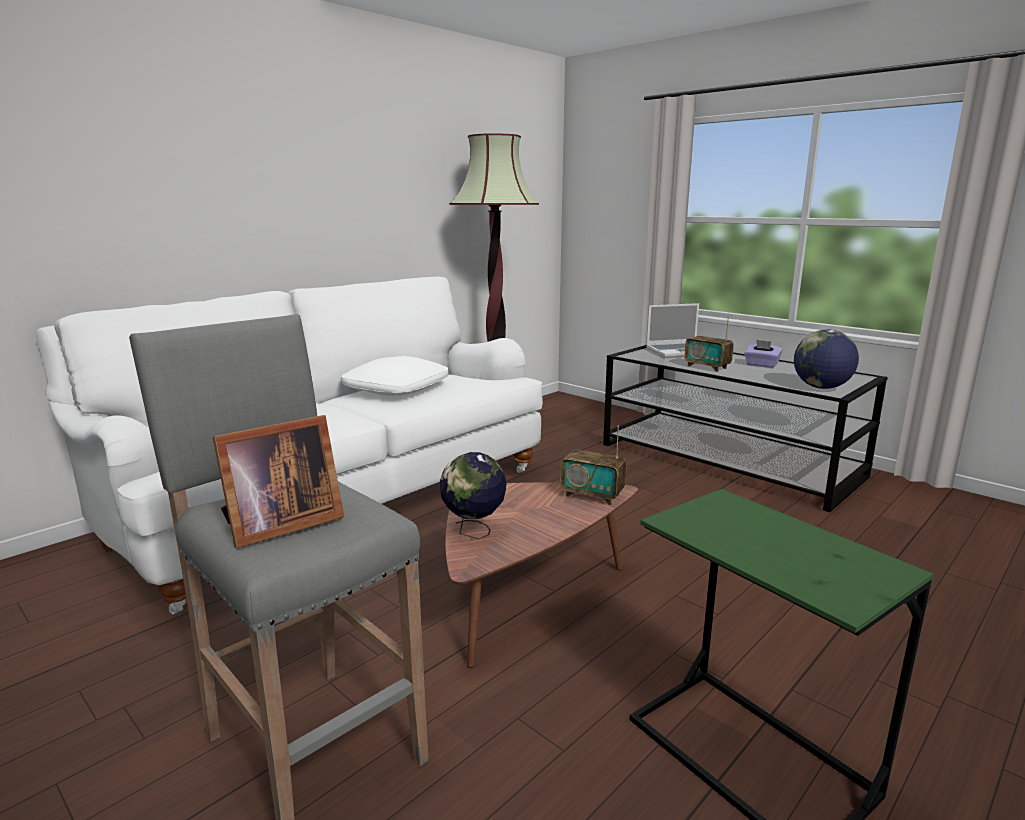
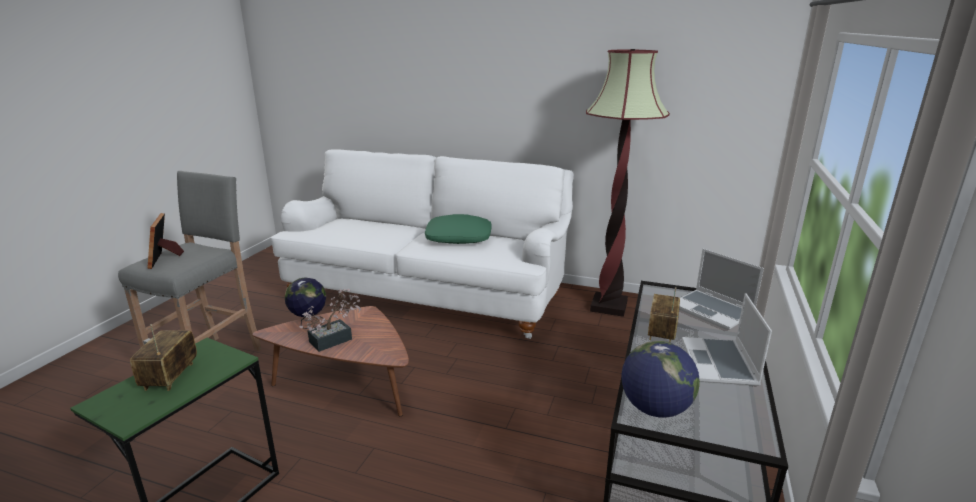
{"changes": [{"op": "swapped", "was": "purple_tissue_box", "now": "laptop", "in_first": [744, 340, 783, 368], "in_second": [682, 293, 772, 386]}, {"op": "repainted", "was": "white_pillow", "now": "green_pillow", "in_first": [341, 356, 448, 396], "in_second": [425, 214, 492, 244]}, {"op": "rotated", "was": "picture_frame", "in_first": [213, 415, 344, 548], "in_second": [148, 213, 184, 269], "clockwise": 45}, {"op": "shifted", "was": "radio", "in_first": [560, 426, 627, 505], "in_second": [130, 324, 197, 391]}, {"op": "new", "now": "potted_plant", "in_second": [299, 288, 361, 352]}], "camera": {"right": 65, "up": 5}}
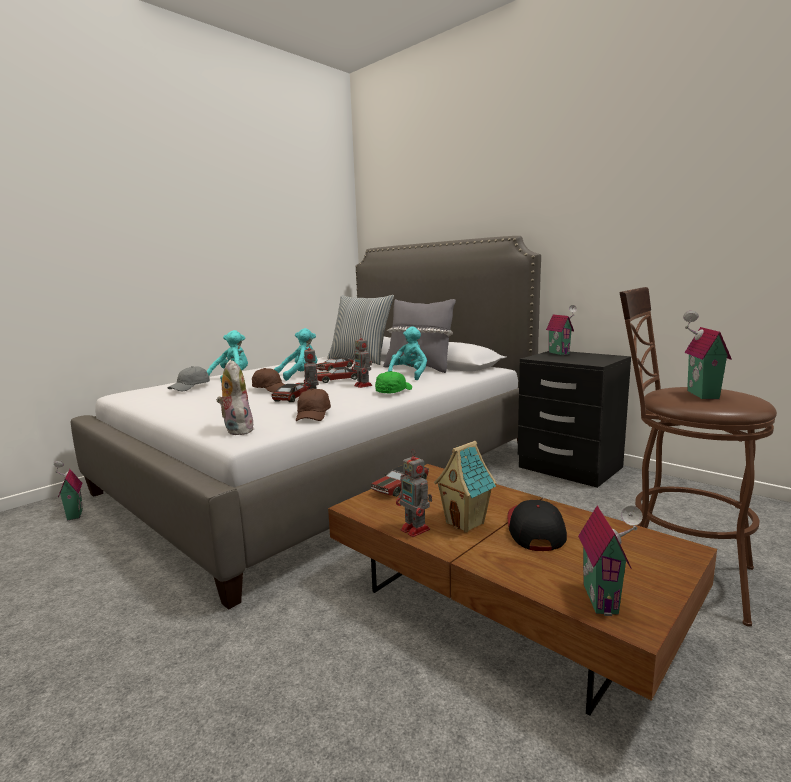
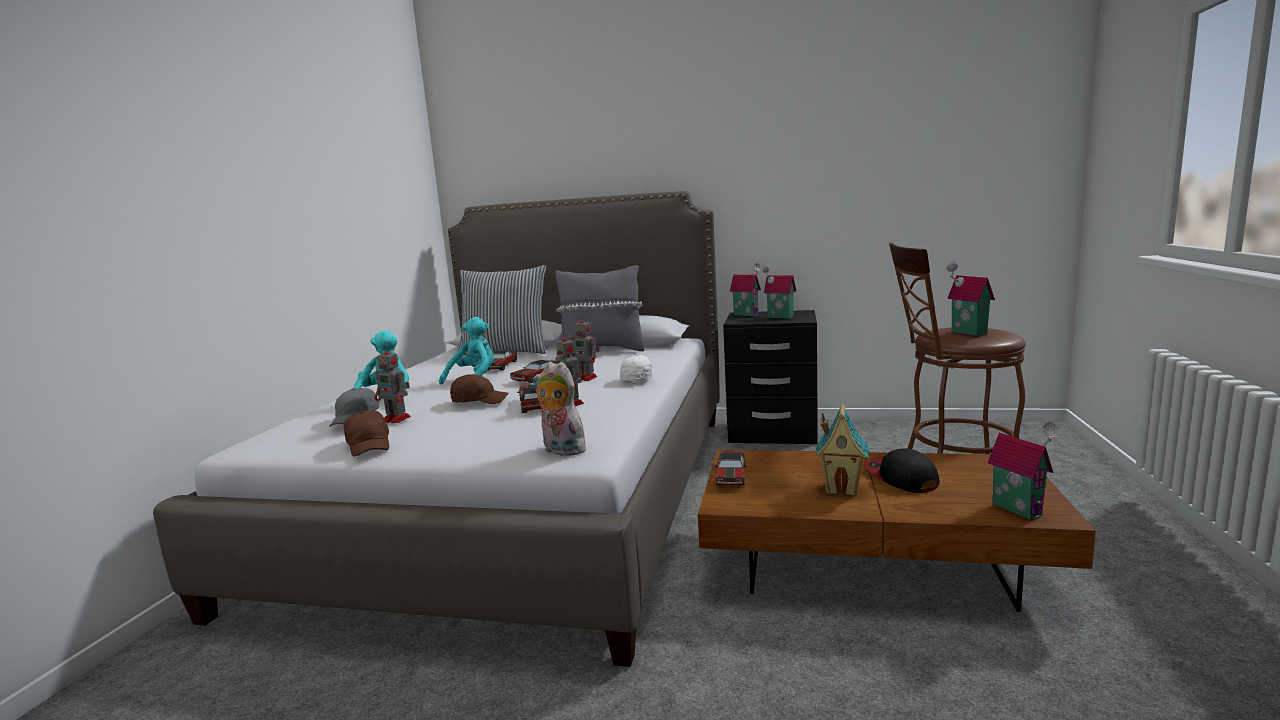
{"changes": [{"op": "gone", "was": "turquoise_plush_toy", "in_first": [388, 327, 427, 380]}, {"op": "repainted", "was": "green_cap", "now": "white_cap", "in_first": [375, 371, 412, 393], "in_second": [620, 355, 652, 381]}, {"op": "shifted", "was": "brown_cap", "in_first": [296, 389, 331, 421], "in_second": [344, 410, 389, 457]}, {"op": "shifted", "was": "toy_robot", "in_first": [396, 449, 432, 537], "in_second": [375, 345, 411, 423]}, {"op": "shifted", "was": "toy_house", "in_first": [54, 460, 83, 521], "in_second": [763, 265, 796, 319]}], "camera": {"right": -30, "up": 0}}
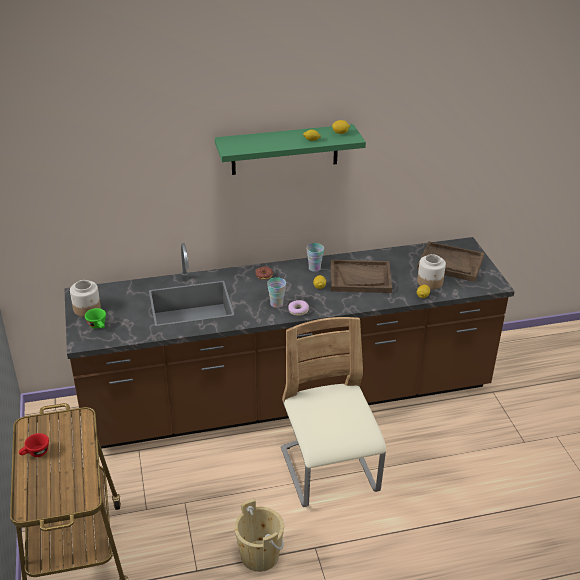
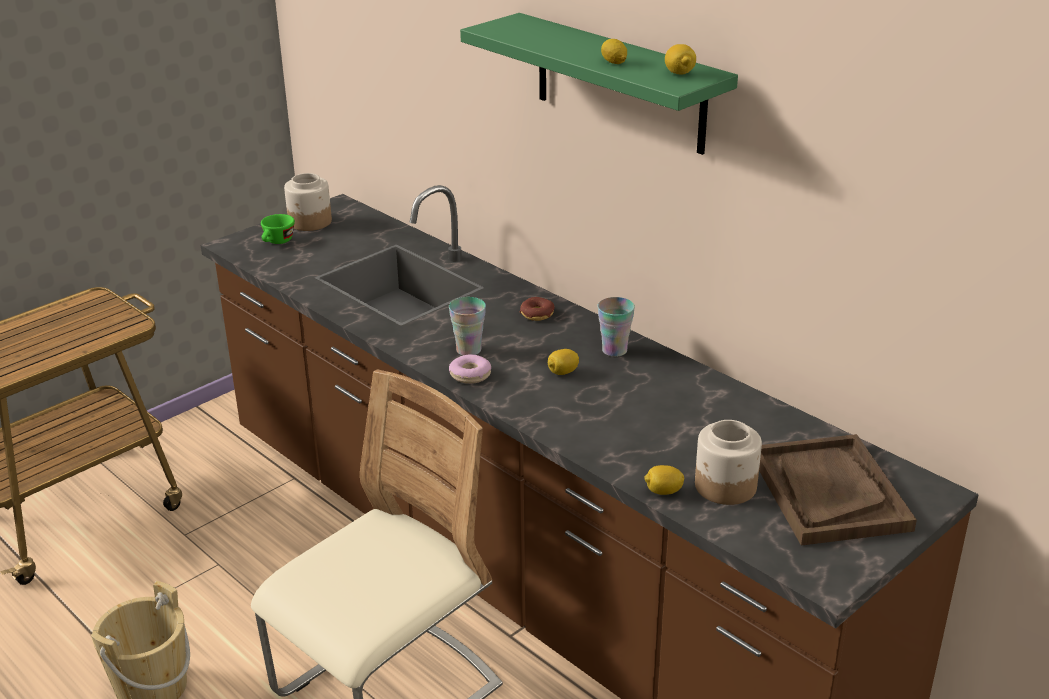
{"changes": [{"op": "gone", "was": "brown_tray", "in_first": [331, 260, 392, 293]}, {"op": "gone", "was": "red_cup", "in_first": [19, 433, 49, 457]}], "camera": {"right": 60, "up": -5}}
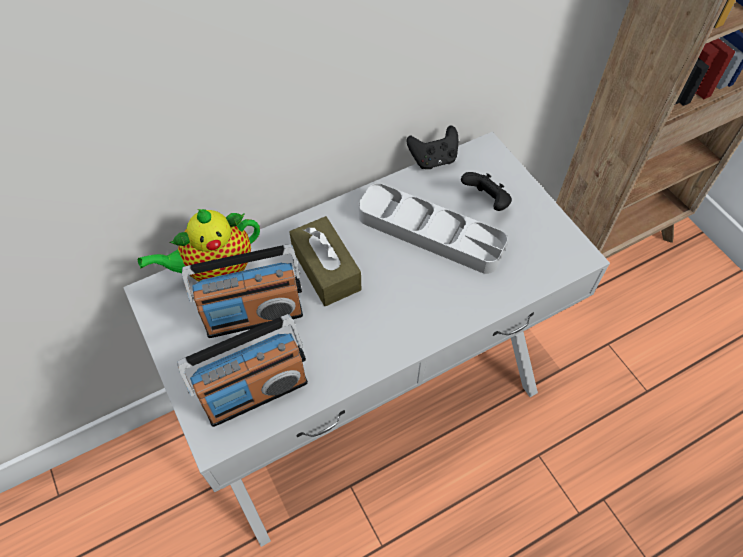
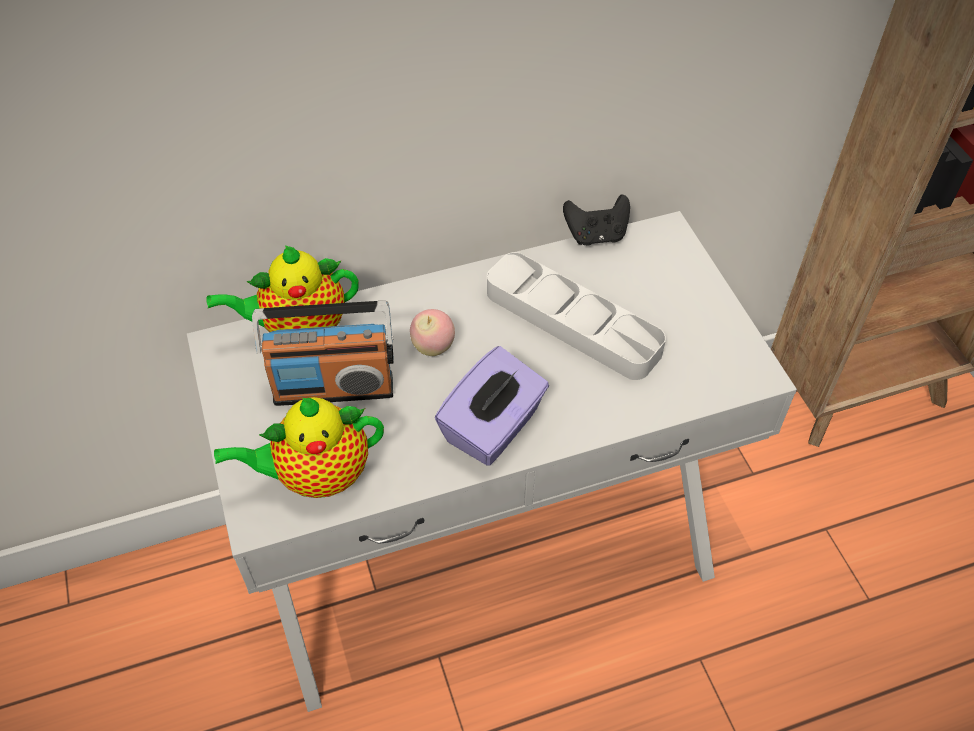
{"changes": [{"op": "gone", "was": "black_game_controller", "in_first": [461, 172, 512, 211]}, {"op": "swapped", "was": "brown_tissue_box", "now": "apple", "in_first": [289, 216, 361, 306], "in_second": [410, 309, 455, 356]}, {"op": "swapped", "was": "radio", "now": "teapot", "in_first": [177, 314, 308, 427], "in_second": [214, 397, 384, 498]}, {"op": "new", "now": "purple_tissue_box", "in_second": [435, 346, 549, 466]}], "camera": {"right": 10, "up": -5}}
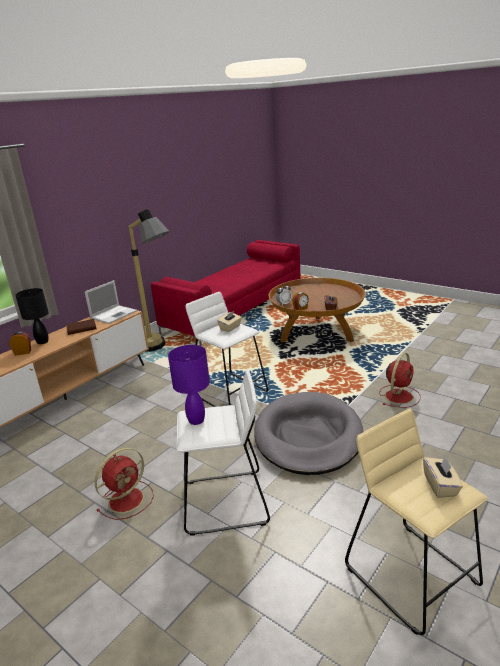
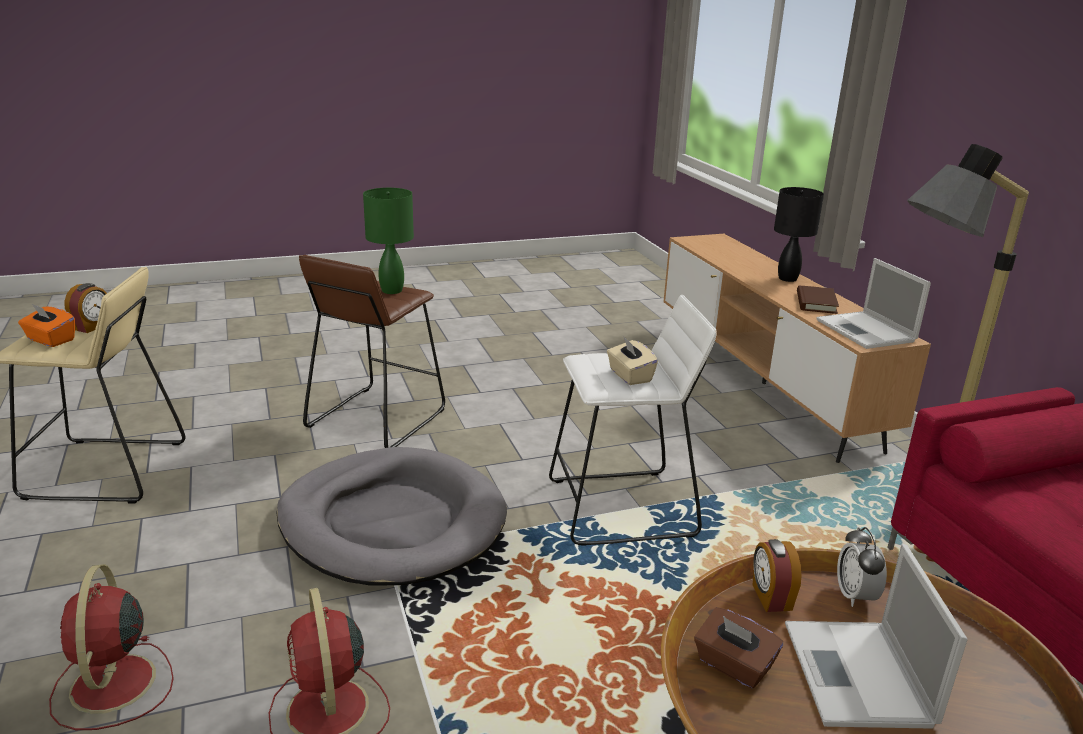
{"changes": [{"op": "shifted", "was": "alarm_clock", "in_first": [9, 331, 31, 356], "in_second": [64, 283, 107, 333]}, {"op": "repainted", "was": "purple_table_lamp", "now": "green_table_lamp", "in_first": [168, 345, 210, 425], "in_second": [363, 188, 414, 294]}, {"op": "repainted", "was": "white_stool", "now": "brown_stool", "in_first": [176, 369, 270, 535], "in_second": [299, 255, 445, 448]}, {"op": "shifted", "was": "red_fan", "in_first": [95, 448, 154, 520], "in_second": [49, 564, 174, 730]}, {"op": "repainted", "was": "beige_tissue_box", "now": "orange_tissue_box", "in_first": [423, 456, 463, 498], "in_second": [18, 304, 75, 347]}, {"op": "new", "now": "laptop", "in_second": [785, 544, 968, 729]}], "camera": {"right": 120, "up": 0}}
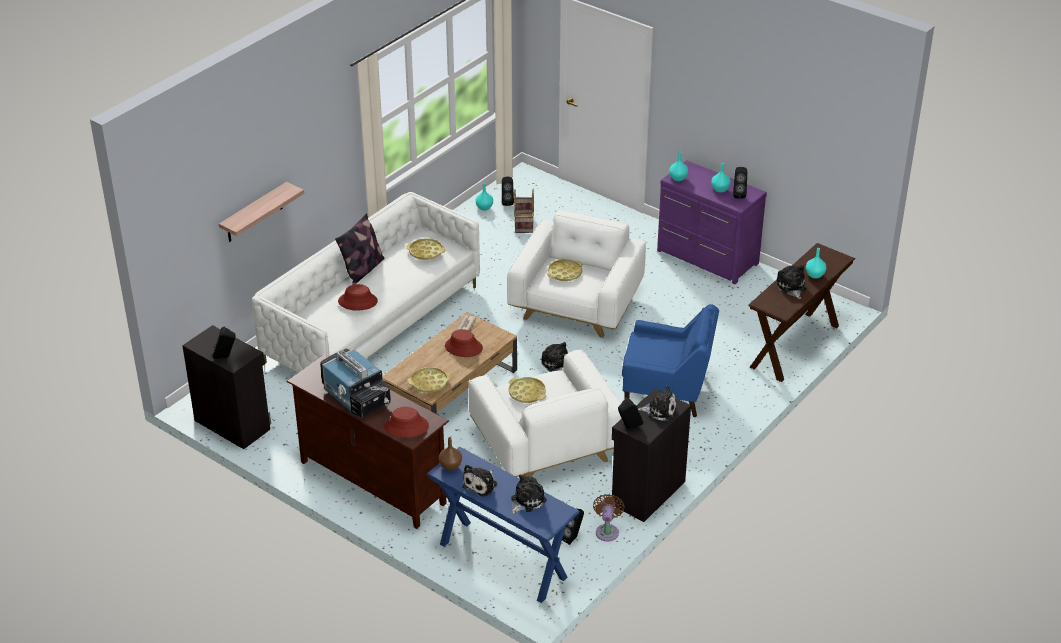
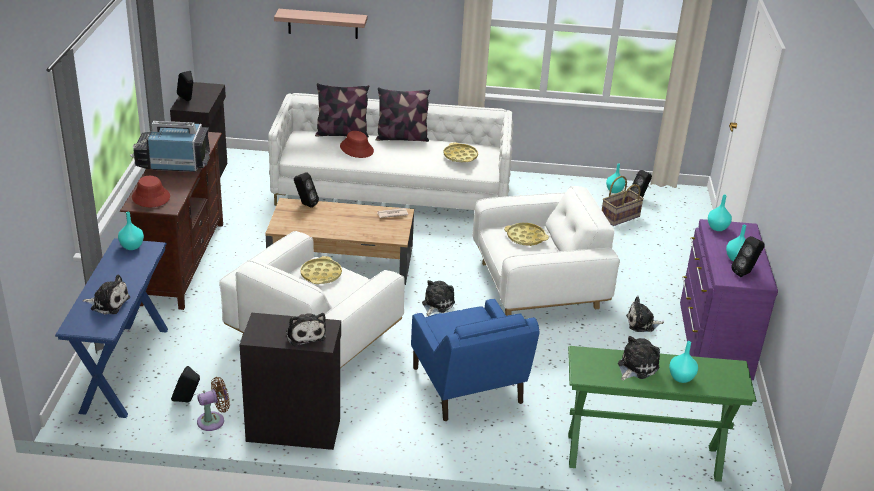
{"changes": [{"op": "repainted", "was": "brown_console_table", "now": "green_console_table", "in_first": [748, 243, 855, 382], "in_second": [568, 346, 757, 482]}, {"op": "gone", "was": "red_hat", "in_first": [445, 329, 483, 357]}, {"op": "rotated", "was": "television", "in_first": [320, 348, 391, 417], "in_second": [130, 121, 210, 172], "clockwise": 75}, {"op": "gone", "was": "yellow_tray", "in_first": [407, 367, 451, 393]}, {"op": "shifted", "was": "black_speaker", "in_first": [618, 397, 644, 429], "in_second": [294, 172, 319, 208]}, {"op": "repainted", "was": "brown_vase", "now": "turquoise_vase", "in_first": [439, 437, 462, 471], "in_second": [118, 212, 144, 250]}, {"op": "shifted", "was": "plush_toy", "in_first": [462, 464, 497, 497], "in_second": [626, 297, 664, 332]}, {"op": "new", "now": "pillow", "in_second": [315, 83, 369, 138]}], "camera": {"right": 55, "up": -5}}
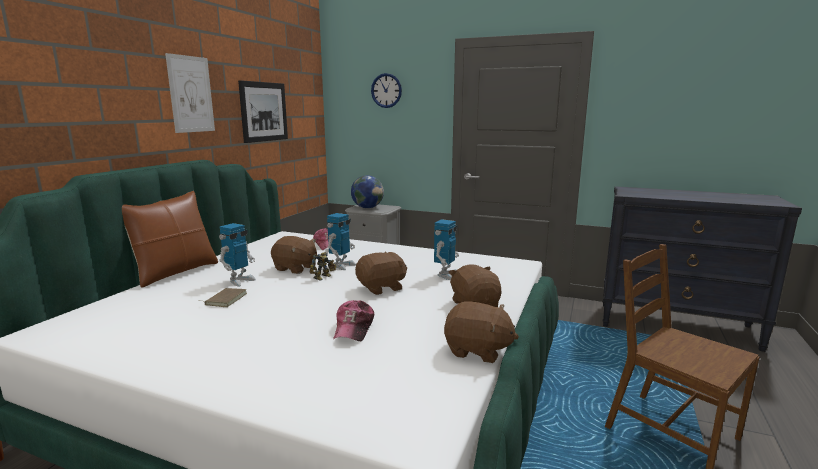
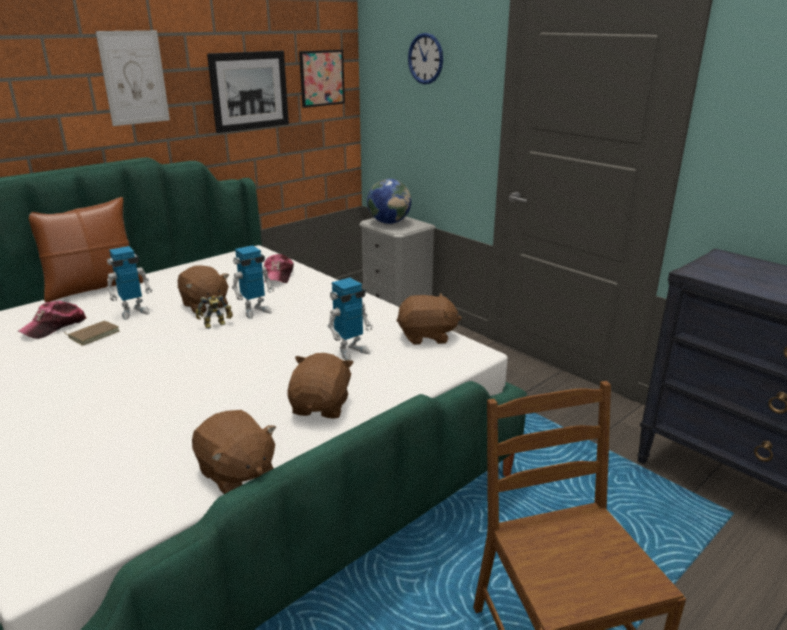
{"changes": [{"op": "shifted", "was": "brown_plush_toy", "in_first": [355, 251, 407, 295], "in_second": [396, 293, 462, 345]}, {"op": "shifted", "was": "cap", "in_first": [333, 300, 374, 341], "in_second": [18, 301, 87, 339]}, {"op": "new", "now": "picture", "in_second": [299, 50, 345, 108]}], "camera": {"right": 25, "up": 10}}
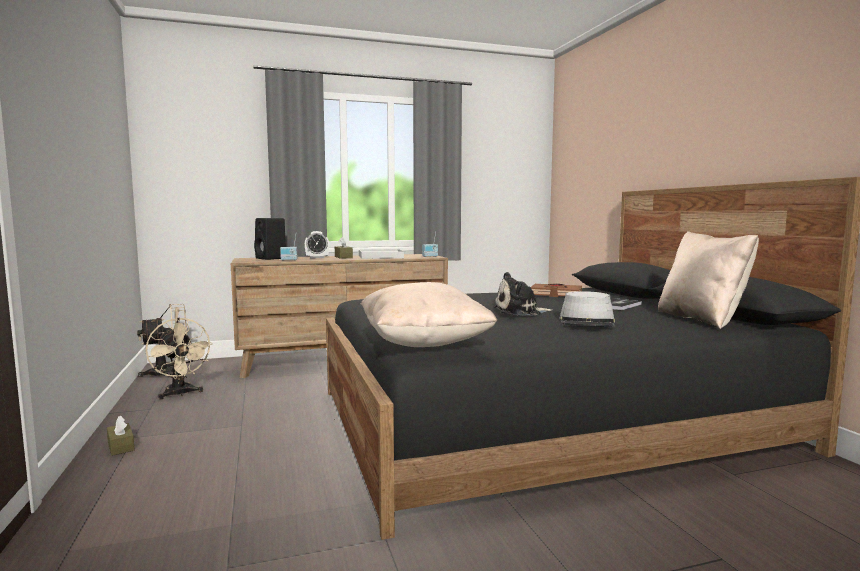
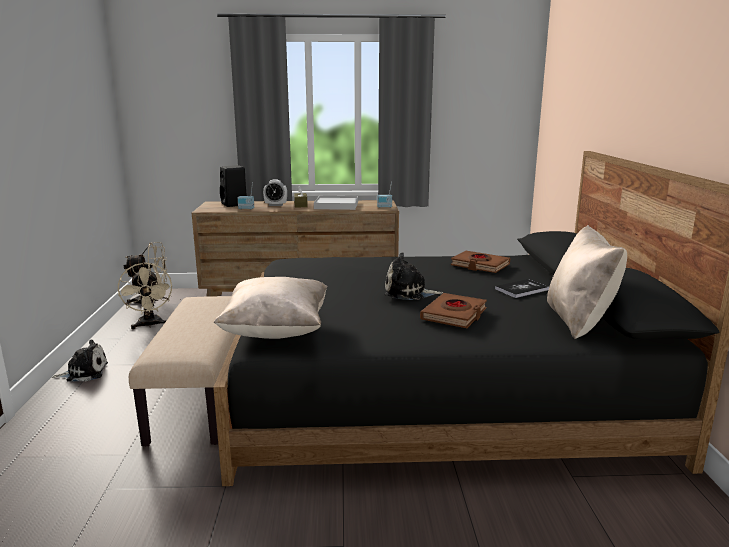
{"changes": [{"op": "swapped", "was": "grey_hat", "now": "brown_book", "in_first": [559, 291, 615, 327], "in_second": [420, 293, 487, 328]}, {"op": "swapped", "was": "brown_tissue_box", "now": "plush_toy", "in_first": [107, 415, 135, 456], "in_second": [52, 339, 108, 382]}, {"op": "new", "now": "beige_bench", "in_second": [129, 296, 236, 446]}], "camera": {"right": 15, "up": 10}}
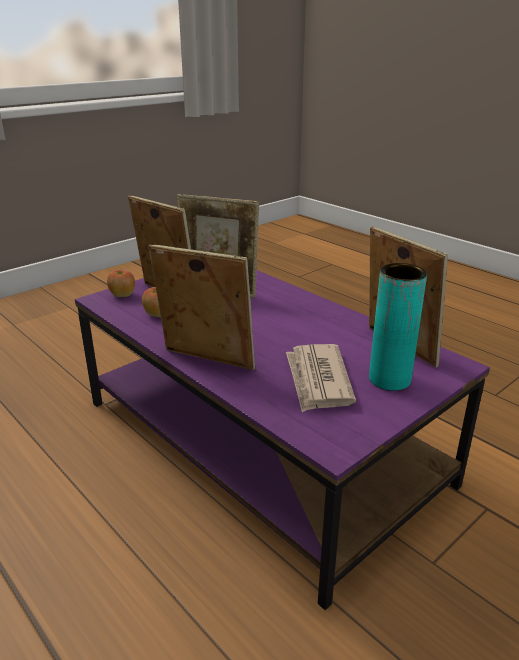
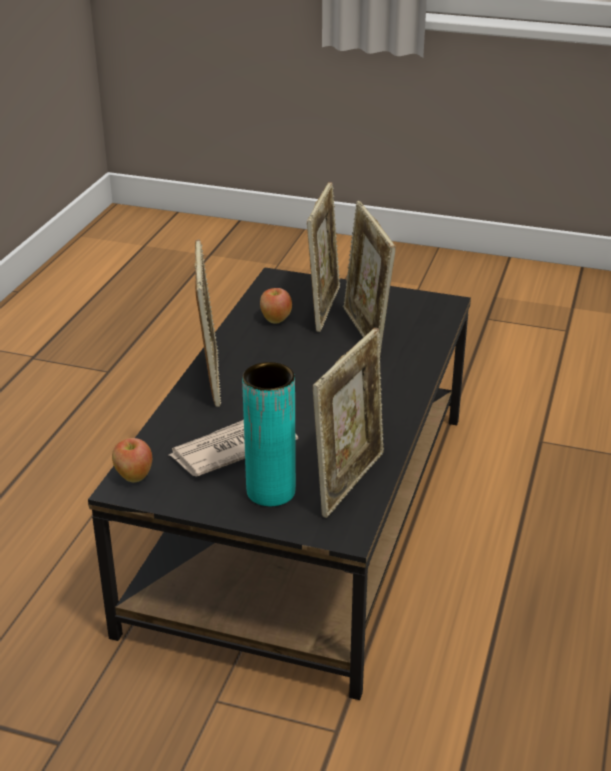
{"changes": [{"op": "shifted", "was": "apple", "in_first": [107, 269, 135, 297], "in_second": [112, 438, 152, 482]}, {"op": "repainted", "was": "purple_coffee_table", "now": "black_coffee_table", "in_first": [75, 270, 490, 610], "in_second": [88, 267, 471, 700]}], "camera": {"right": 60, "up": 5}}
